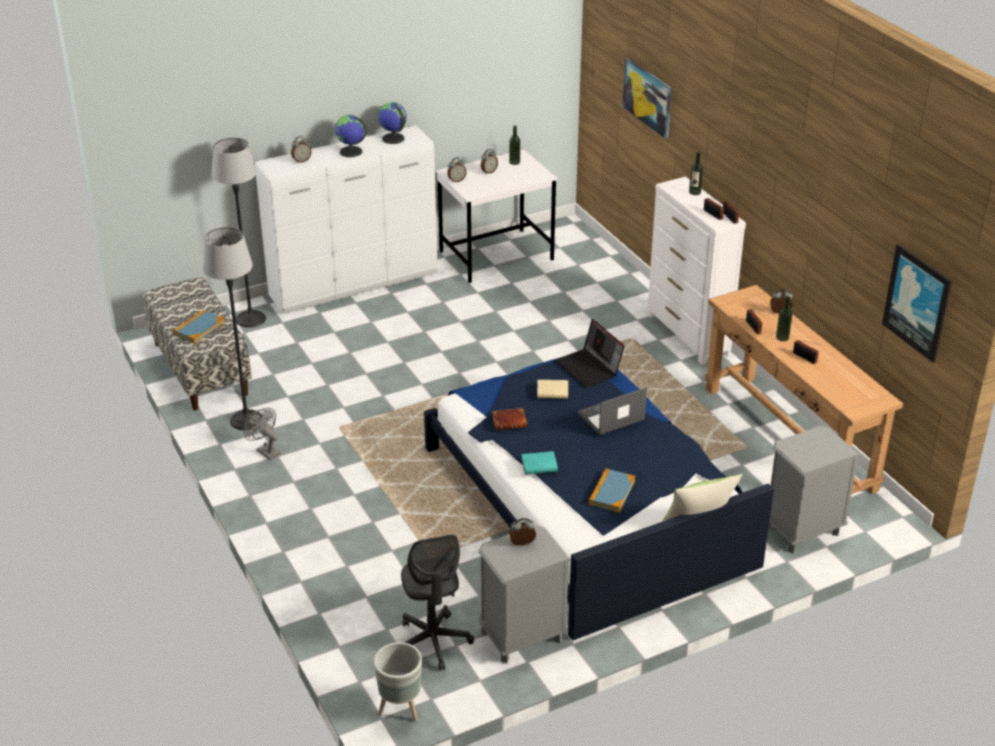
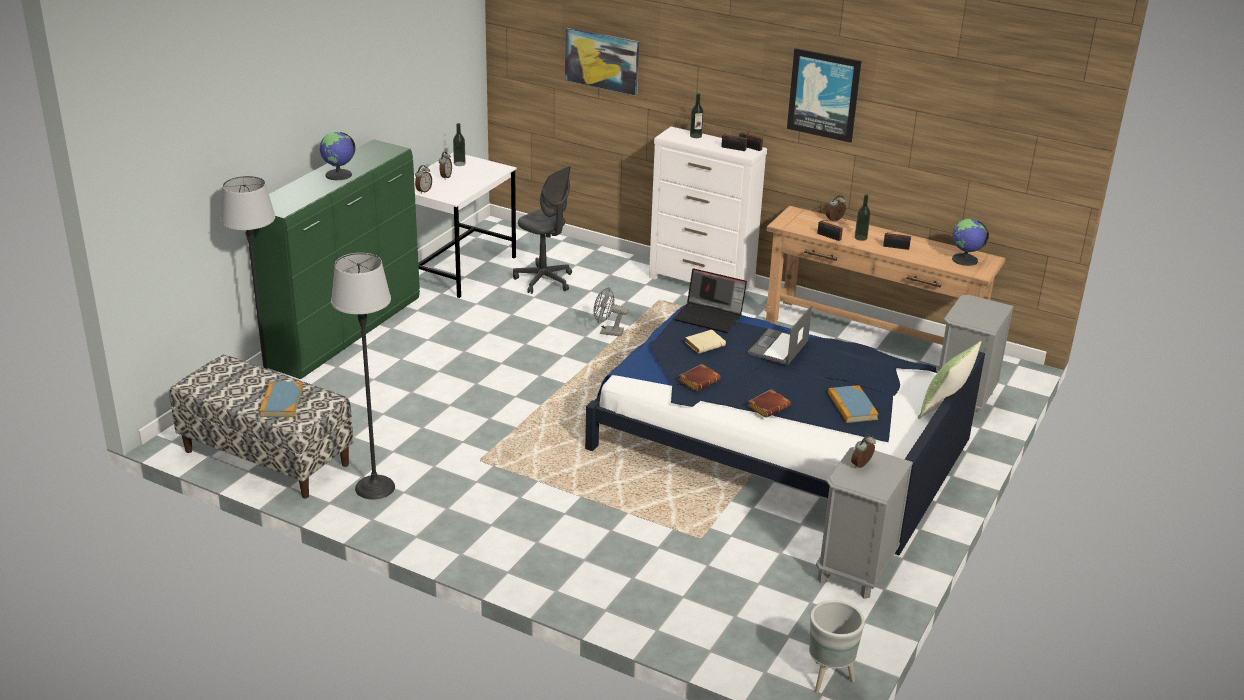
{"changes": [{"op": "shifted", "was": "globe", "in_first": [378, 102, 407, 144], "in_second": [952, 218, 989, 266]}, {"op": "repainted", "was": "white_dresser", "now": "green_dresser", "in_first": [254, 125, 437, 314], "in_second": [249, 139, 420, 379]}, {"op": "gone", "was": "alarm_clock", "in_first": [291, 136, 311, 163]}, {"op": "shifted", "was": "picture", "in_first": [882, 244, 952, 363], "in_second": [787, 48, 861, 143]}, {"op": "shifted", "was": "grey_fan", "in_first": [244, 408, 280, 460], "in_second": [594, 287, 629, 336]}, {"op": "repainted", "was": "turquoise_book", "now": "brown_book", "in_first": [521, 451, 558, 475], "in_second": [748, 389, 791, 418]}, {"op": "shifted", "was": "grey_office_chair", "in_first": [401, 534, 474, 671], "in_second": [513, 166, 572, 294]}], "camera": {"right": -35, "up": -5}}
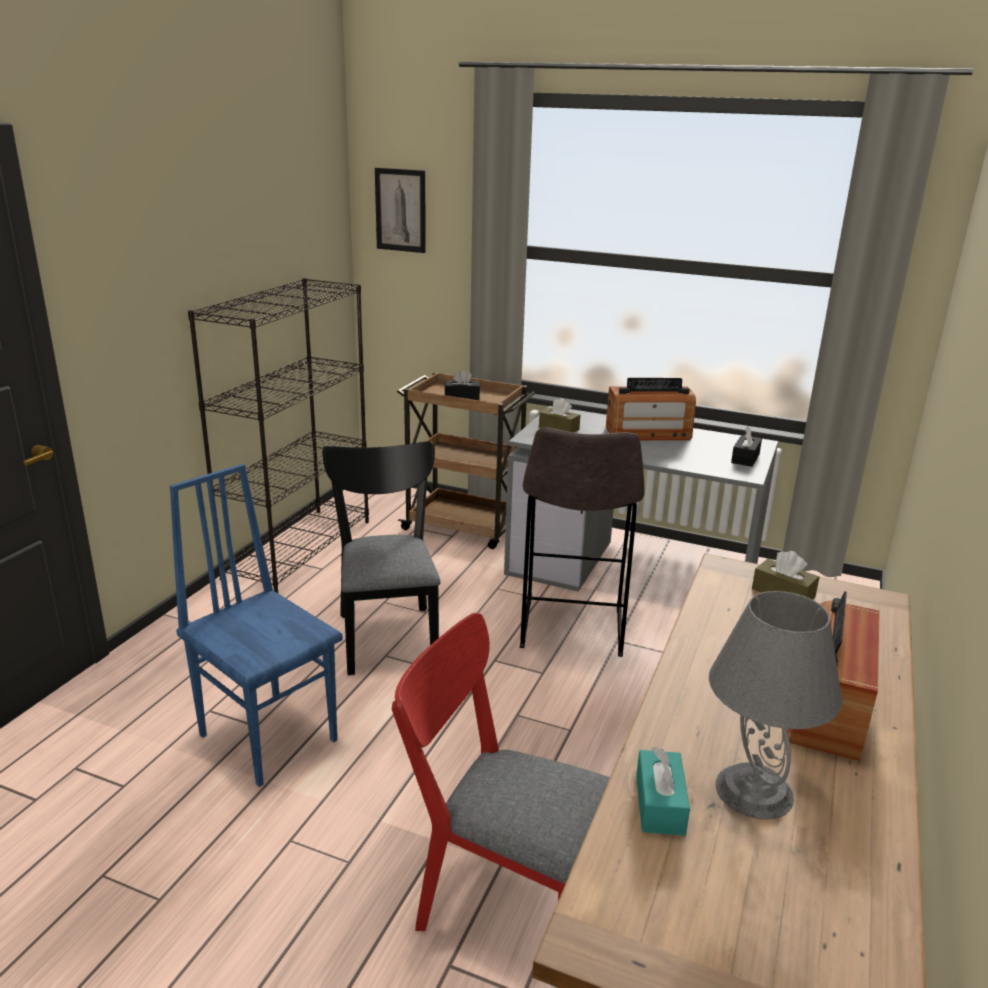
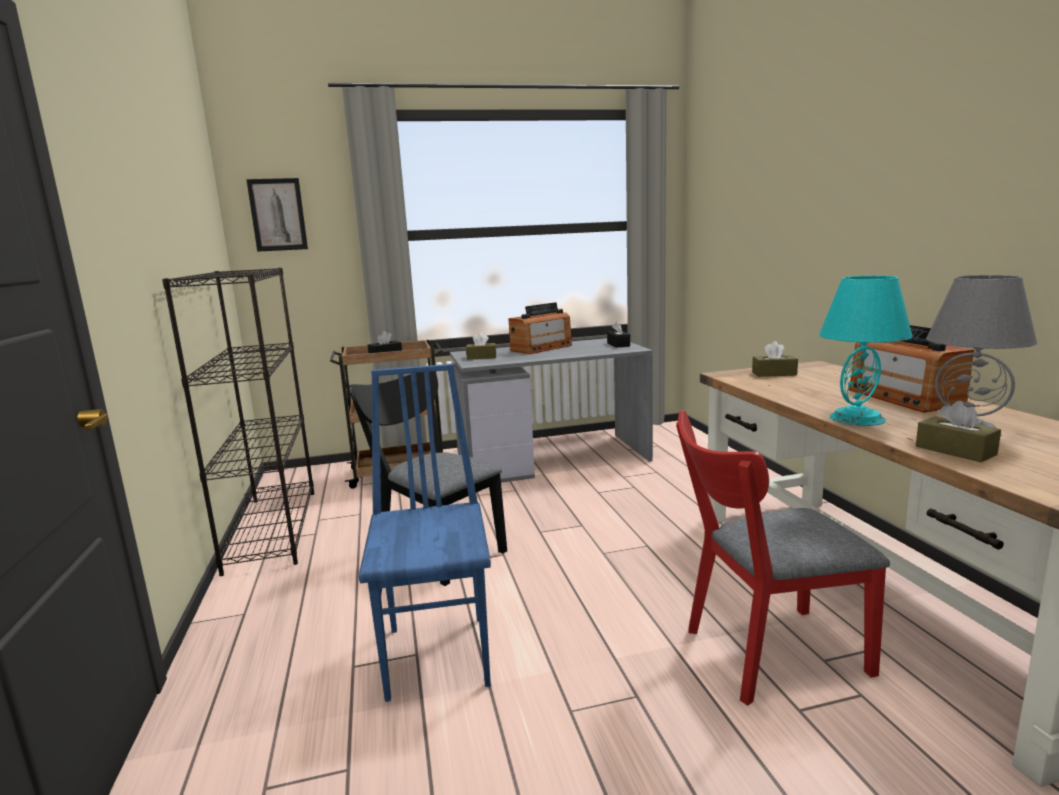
{"changes": [{"op": "gone", "was": "grey_stool", "in_first": [520, 427, 645, 657]}, {"op": "rotated", "was": "blue_chair", "in_first": [169, 464, 343, 787], "in_second": [359, 364, 491, 702], "clockwise": 75}, {"op": "repainted", "was": "turquoise_tissue_box", "now": "brown_tissue_box", "in_first": [636, 747, 690, 836], "in_second": [916, 401, 1001, 462]}, {"op": "new", "now": "turquoise_table_lamp", "in_second": [819, 276, 913, 426]}], "camera": {"right": -35, "up": -10}}
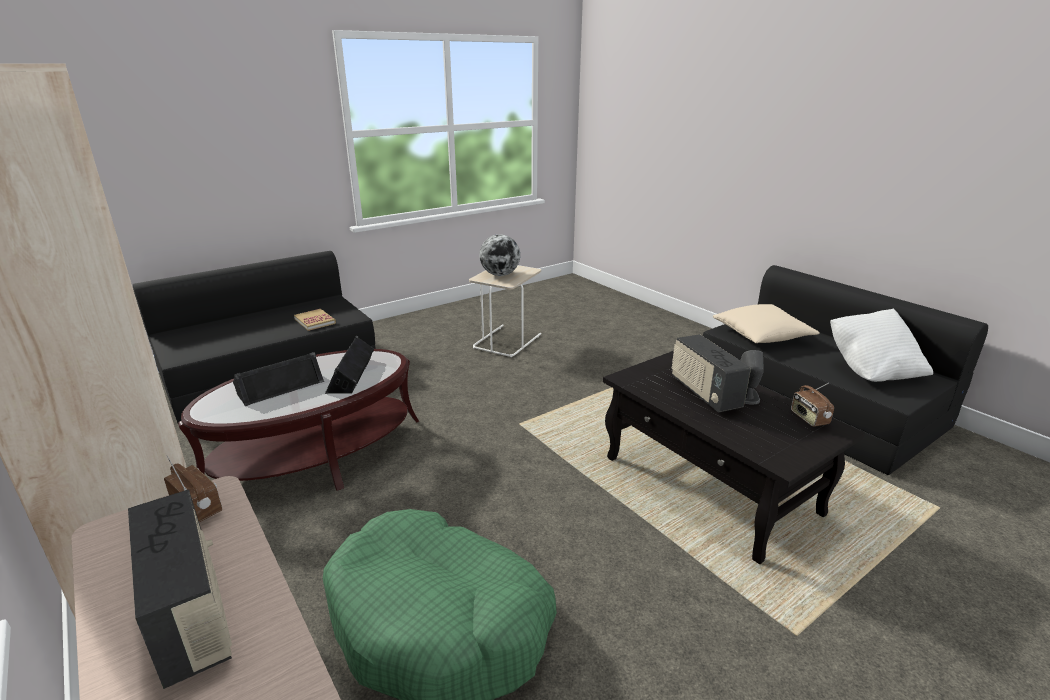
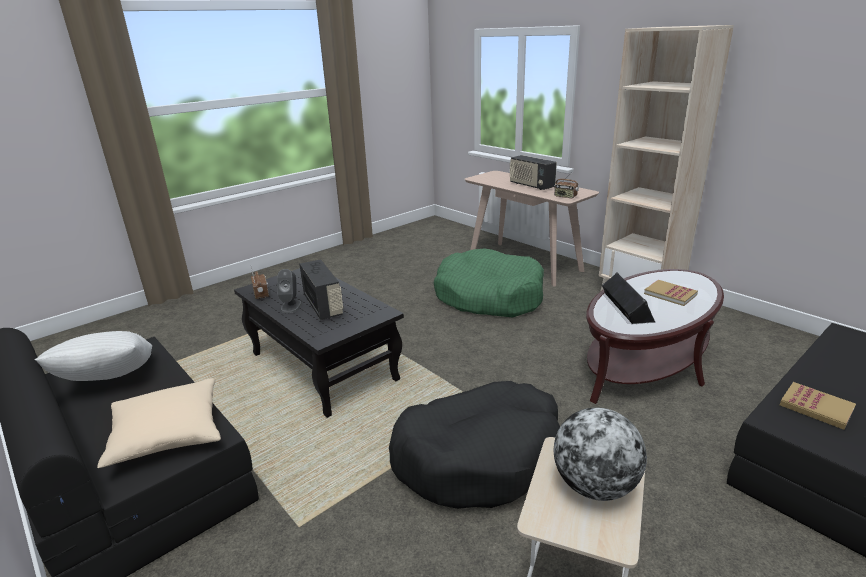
{"changes": [{"op": "swapped", "was": "black_speaker", "now": "book", "in_first": [233, 352, 324, 406], "in_second": [644, 280, 698, 306]}, {"op": "new", "now": "black_dog_bed", "in_second": [389, 381, 560, 509]}], "camera": {"right": 175, "up": 0}}
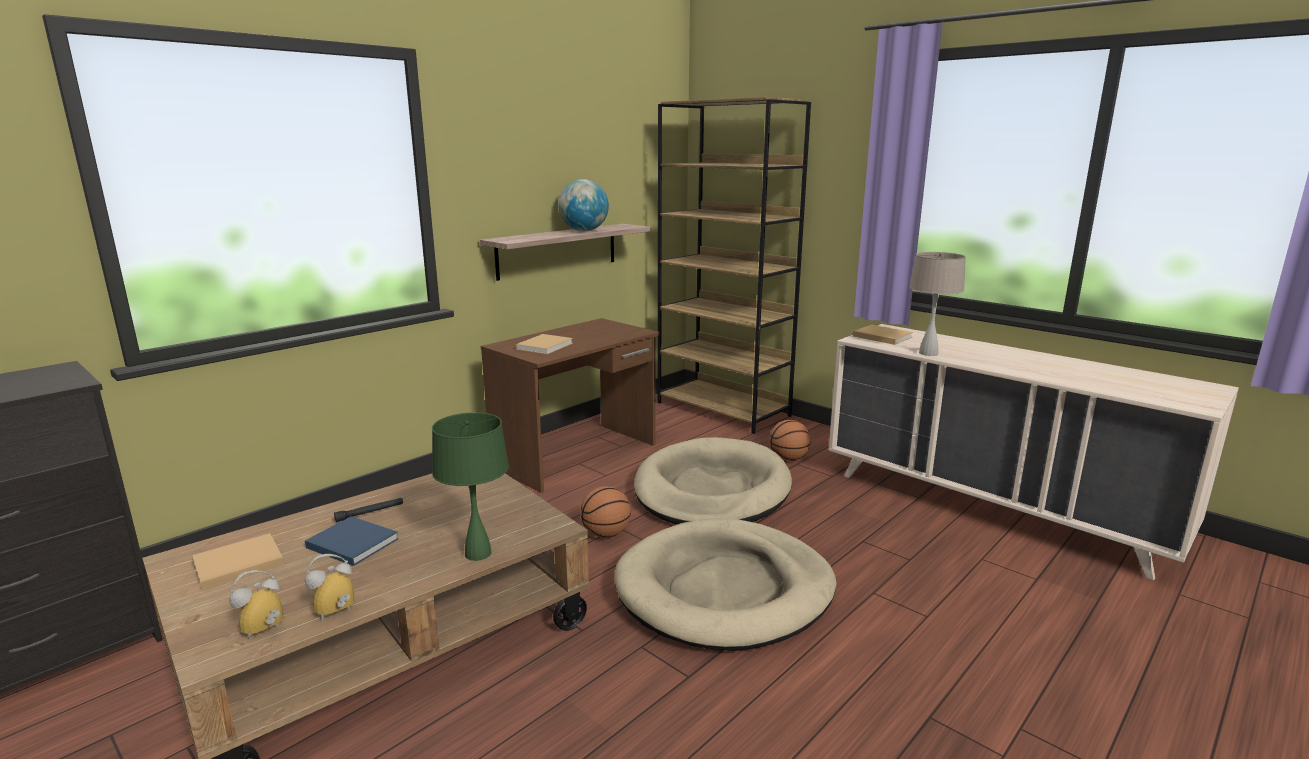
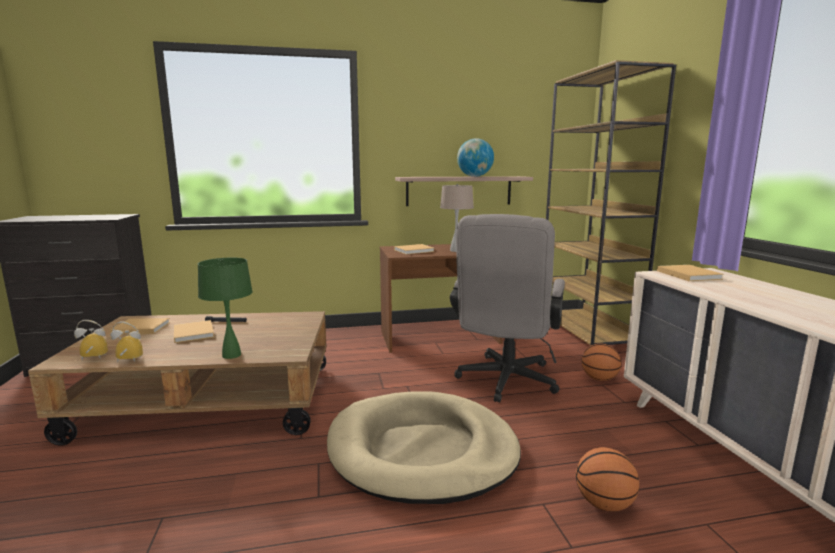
{"changes": [{"op": "shifted", "was": "beige_table_lamp", "in_first": [909, 252, 966, 356], "in_second": [440, 184, 474, 252]}, {"op": "swapped", "was": "beige_dog_bed", "now": "grey_office_chair", "in_first": [634, 437, 792, 525], "in_second": [450, 214, 565, 403]}, {"op": "shifted", "was": "basketball", "in_first": [580, 486, 631, 538], "in_second": [576, 447, 639, 512]}, {"op": "repainted", "was": "blue_book", "now": "beige_book", "in_first": [305, 516, 398, 566], "in_second": [174, 320, 214, 343]}], "camera": {"right": 35, "up": -5}}
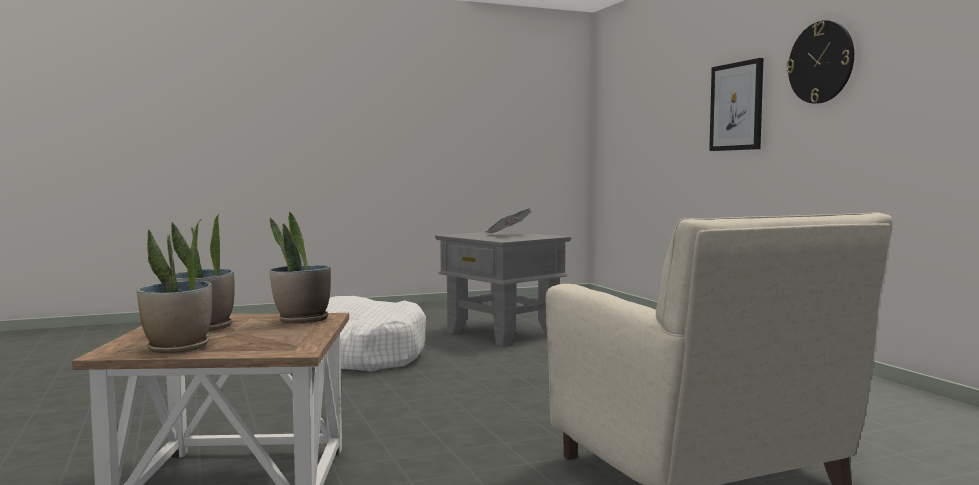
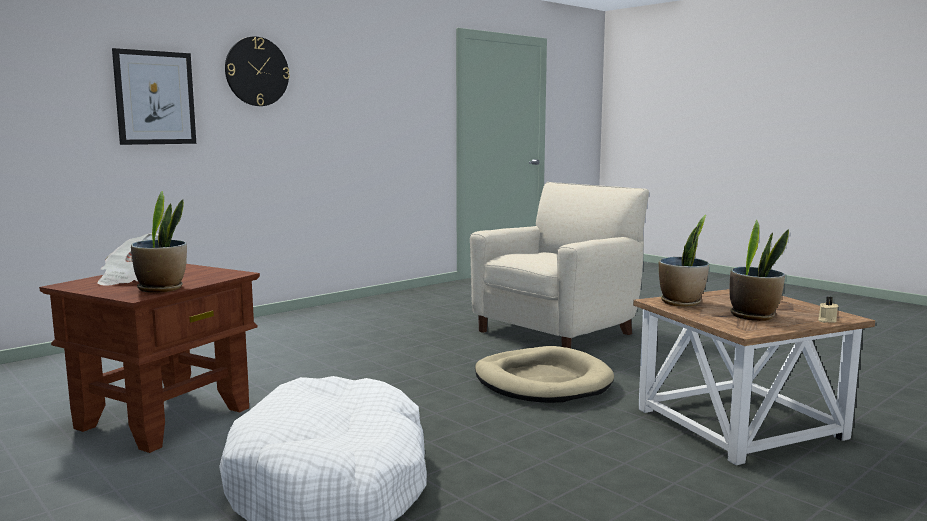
{"changes": [{"op": "shifted", "was": "potted_plant", "in_first": [137, 218, 212, 354], "in_second": [131, 191, 187, 293]}, {"op": "repainted", "was": "grey_side_table", "now": "brown_side_table", "in_first": [435, 231, 571, 347], "in_second": [39, 264, 260, 453]}, {"op": "new", "now": "beige_candle", "in_second": [818, 297, 839, 323]}, {"op": "new", "now": "beige_dog_bed", "in_second": [475, 346, 614, 403]}], "camera": {"right": -110, "up": 5}}
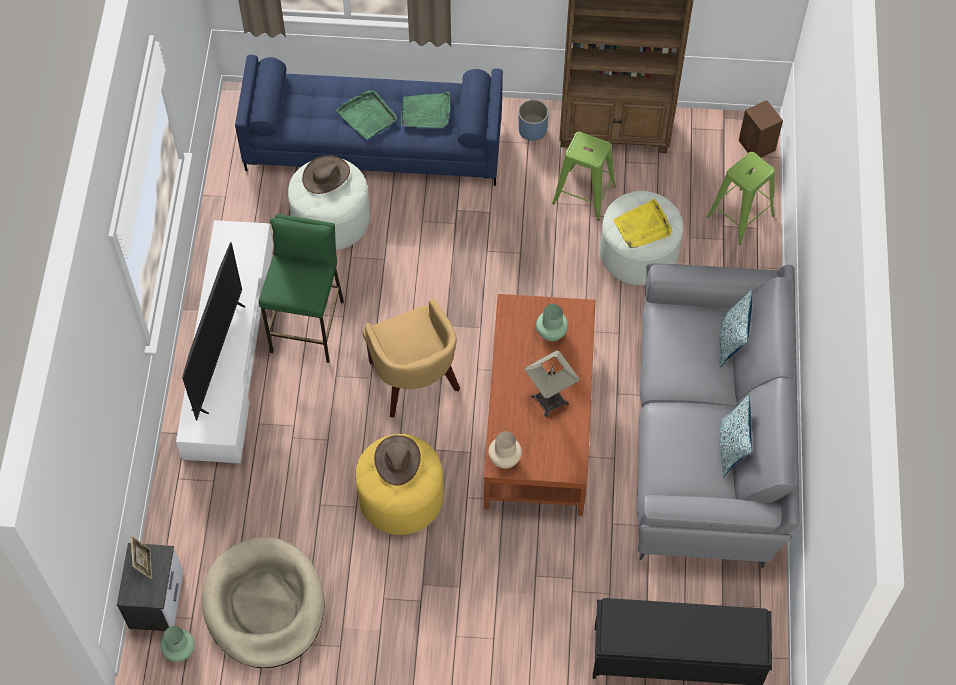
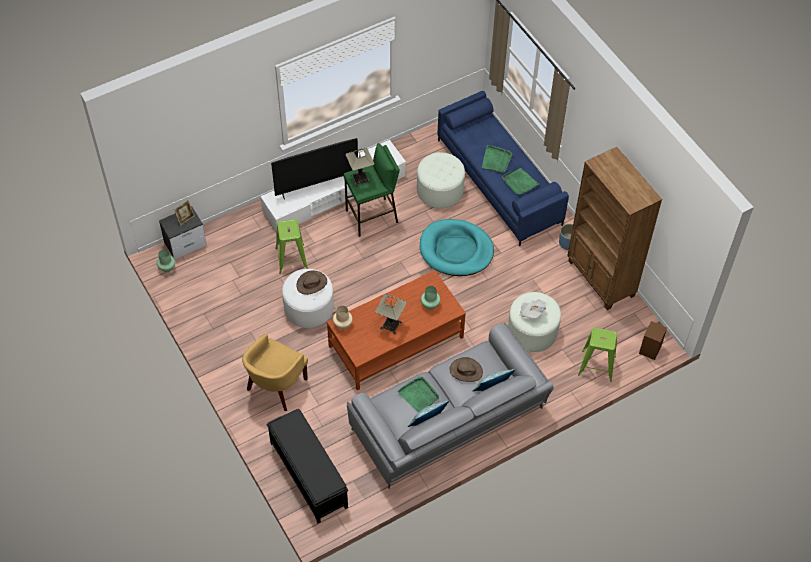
{"changes": [{"op": "shifted", "was": "green_stool", "in_first": [552, 132, 616, 221], "in_second": [275, 219, 308, 274]}, {"op": "shifted", "was": "brown_hat", "in_first": [302, 155, 350, 194], "in_second": [449, 357, 483, 382]}, {"op": "swapped", "was": "yellow_tray", "now": "newspaper", "in_first": [613, 198, 672, 248], "in_second": [519, 300, 546, 319]}, {"op": "shifted", "was": "yellow_armchair", "in_first": [362, 299, 460, 418], "in_second": [242, 333, 308, 411]}, {"op": "repainted", "was": "yellow_ottoman", "now": "white_ottoman", "in_first": [356, 434, 444, 535], "in_second": [282, 269, 334, 328]}, {"op": "gone", "was": "beige_dog_bed", "in_first": [202, 537, 325, 668]}, {"op": "new", "now": "table_lamp", "in_second": [345, 148, 374, 187]}, {"op": "new", "now": "turquoise_dog_bed", "in_second": [420, 219, 494, 276]}, {"op": "new", "now": "green_tray", "in_second": [397, 377, 439, 412]}], "camera": {"right": 55, "up": -5}}
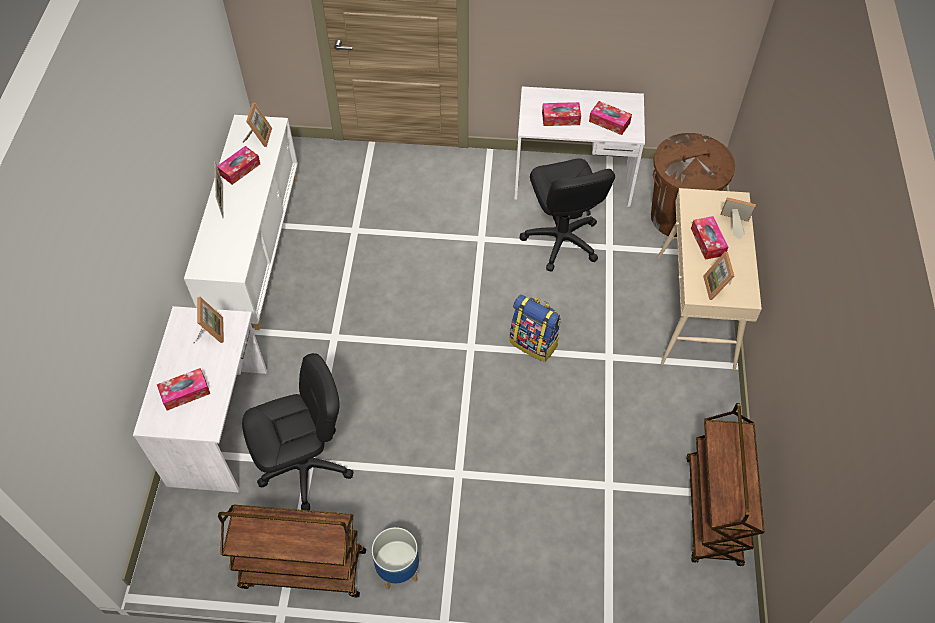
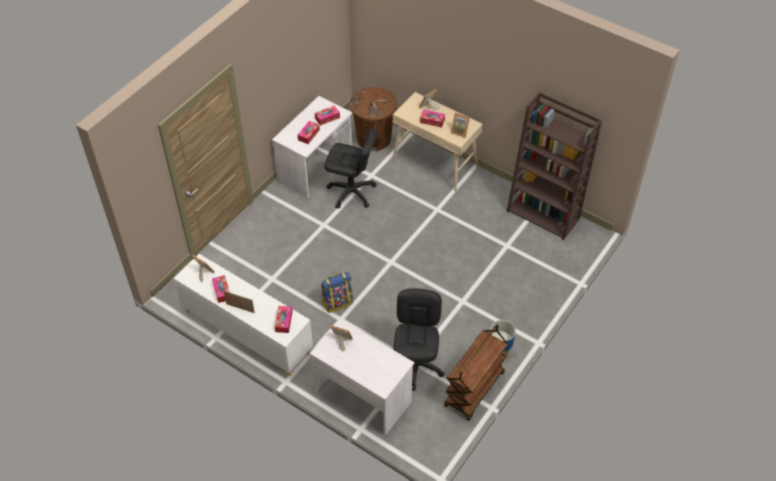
{"changes": [{"op": "shifted", "was": "backpack", "in_first": [509, 295, 561, 362], "in_second": [321, 272, 353, 313]}, {"op": "shifted", "was": "tissue_box", "in_first": [157, 368, 210, 410], "in_second": [275, 306, 293, 333]}, {"op": "swapped", "was": "brown_cart", "now": "brown_bookcase", "in_first": [686, 403, 764, 566], "in_second": [507, 92, 602, 240]}], "camera": {"right": -60, "up": -5}}
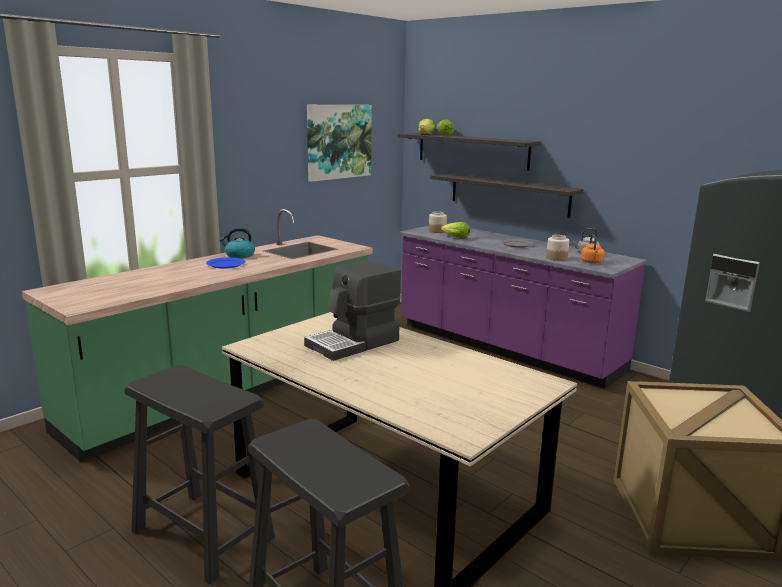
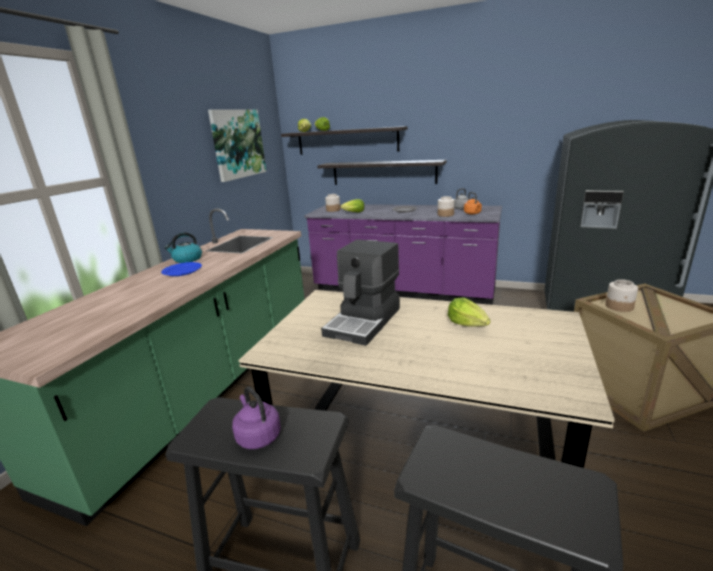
{"changes": [{"op": "new", "now": "jar", "in_second": [605, 279, 638, 312]}, {"op": "new", "now": "lettuce", "in_second": [448, 297, 491, 327]}, {"op": "new", "now": "purple_kettle", "in_second": [232, 386, 281, 449]}], "camera": {"right": -20, "up": 5}}
